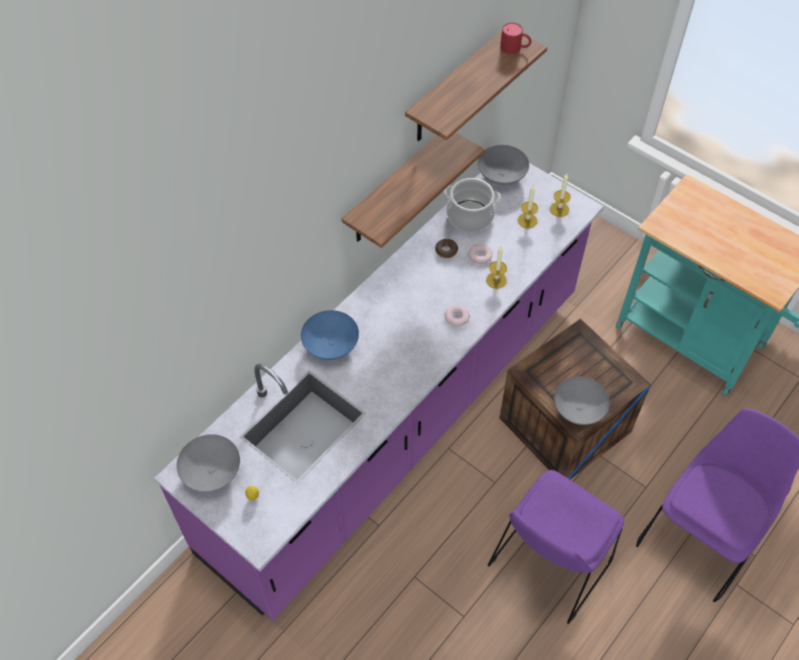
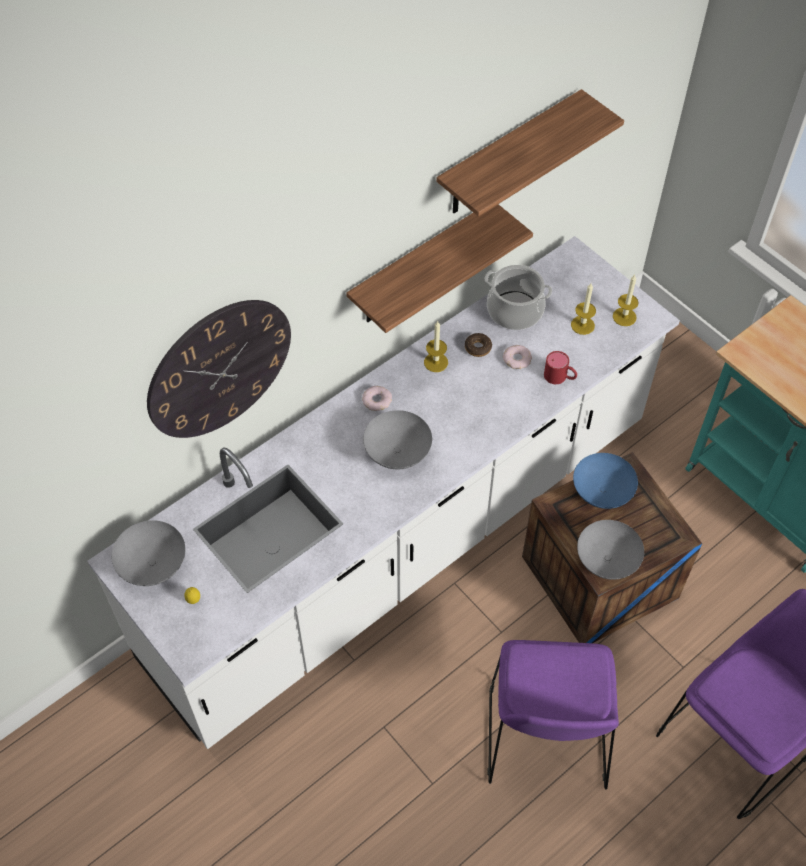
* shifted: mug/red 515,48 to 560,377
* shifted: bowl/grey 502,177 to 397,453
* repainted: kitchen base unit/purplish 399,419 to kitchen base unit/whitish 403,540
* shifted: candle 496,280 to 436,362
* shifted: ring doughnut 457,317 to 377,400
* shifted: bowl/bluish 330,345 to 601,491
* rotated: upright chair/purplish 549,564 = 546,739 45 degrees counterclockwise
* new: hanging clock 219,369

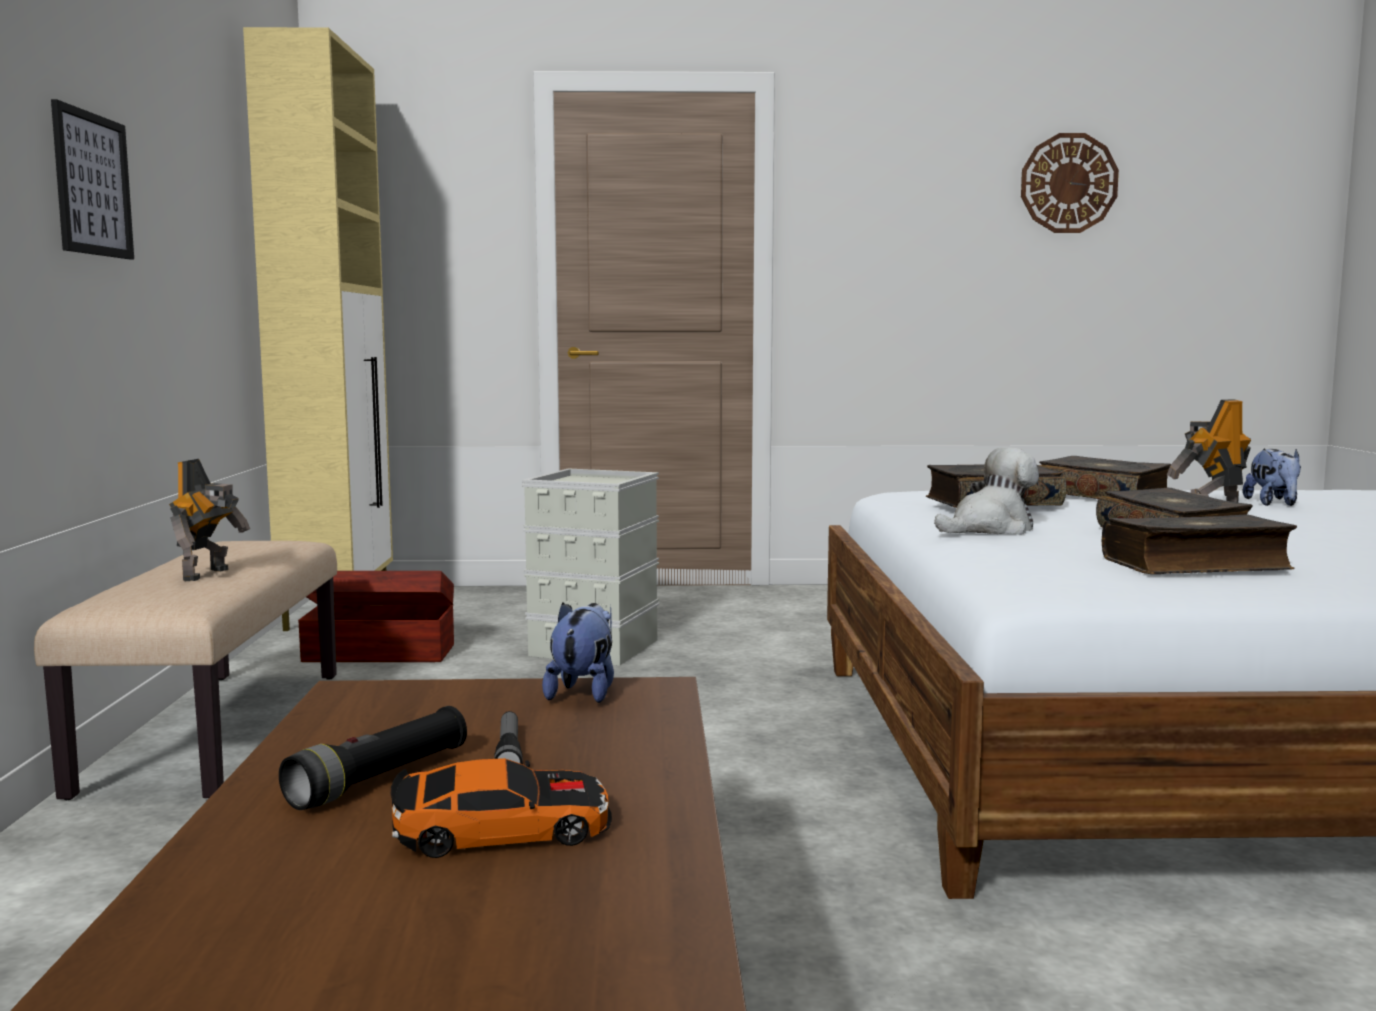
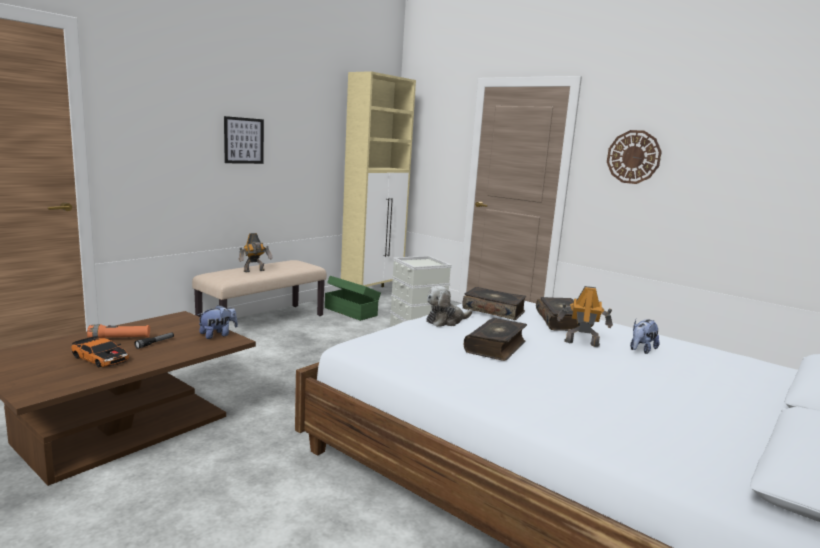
* shifted: hanging clock 1068,183 to 633,157
* rotated: cuddly toy 990,529 = 446,321 135 degrees clockwise
* gone: bound book 1196,565
* repainted: storage container/brownish 378,653 to storage container/green 351,311
* repainted: torch/blackish 380,779 to torch/orange-coloured 119,339

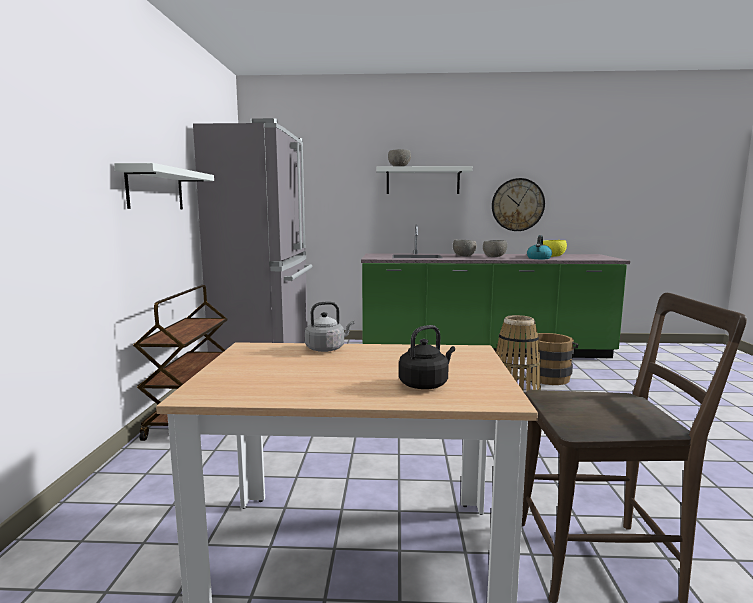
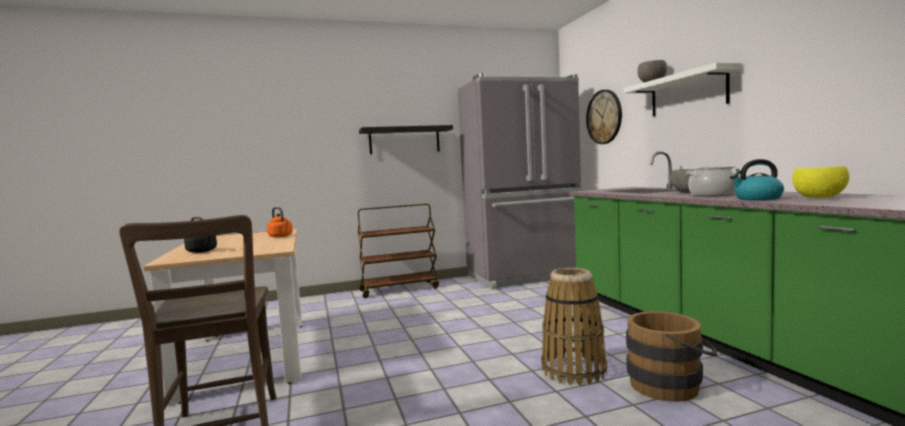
* repainted: bracket shelf/whitish 155,189 to bracket shelf/blackish 404,140
* shifted: hanging clock 517,204 to 604,117
* swapped: bowl/grey 494,257 to stockpot 713,194
* repainted: kettle/grey 327,349 to kettle/orange-coloured 281,236

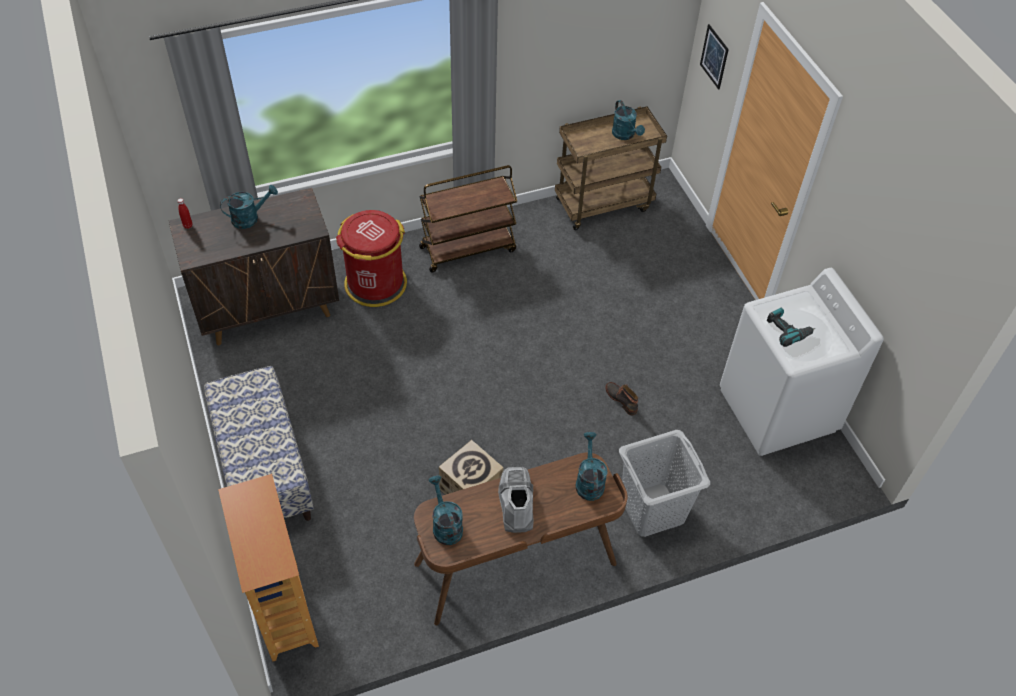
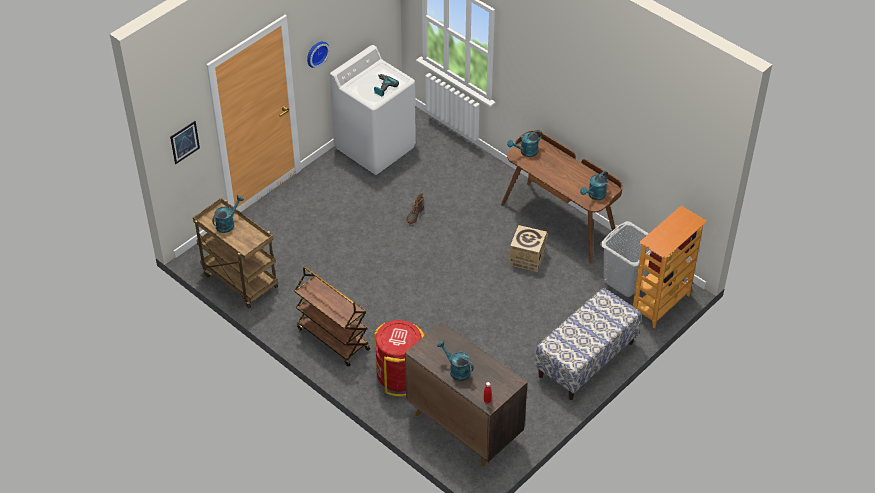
* shifted: washing basket/grey 653,510 to 625,280
* gone: tall boot/grey 516,502
* new: hanging clock 316,53

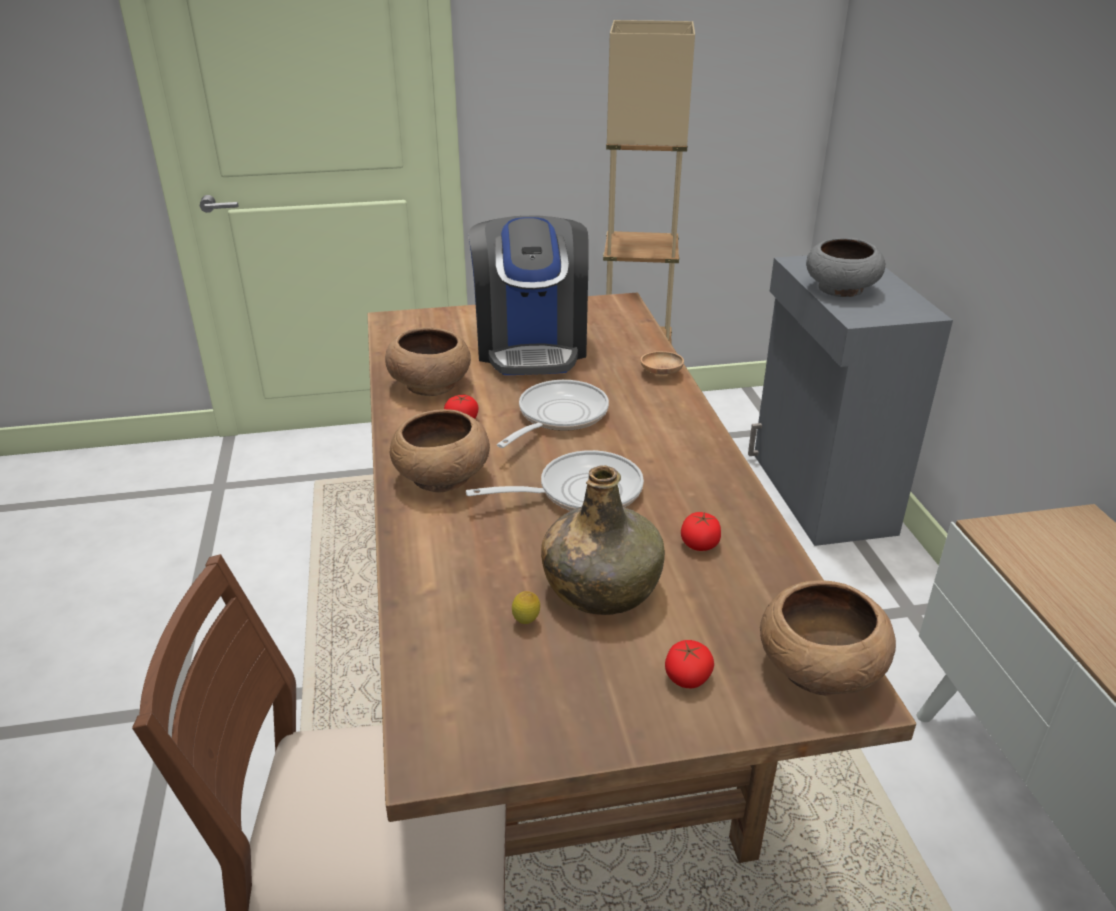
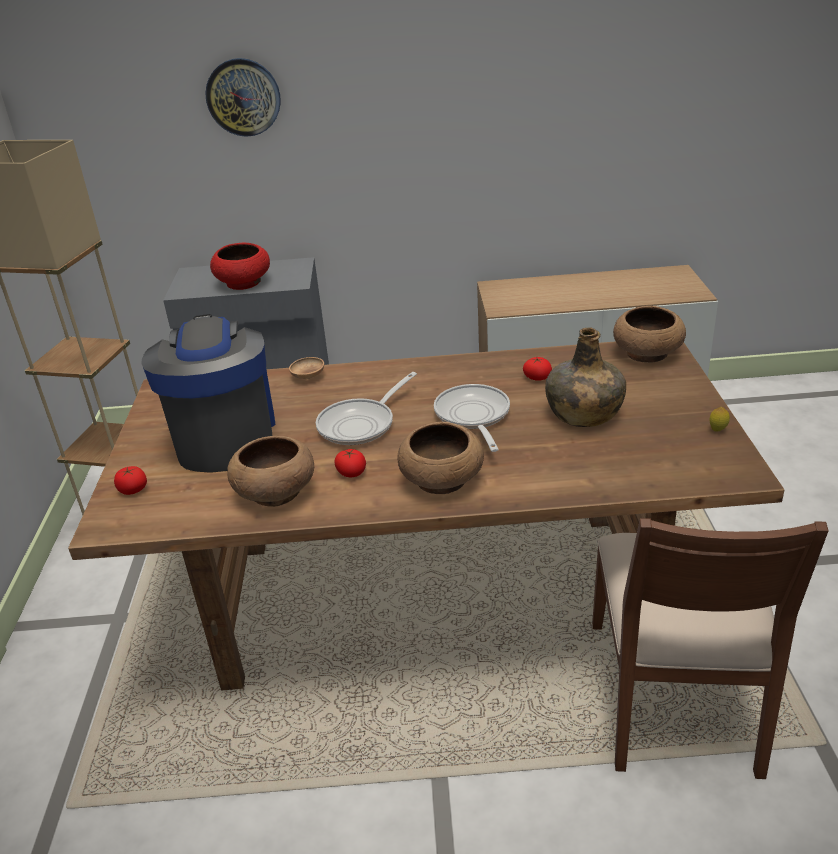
* rotated: coffee brewer 531,346 = 224,436 105 degrees counterclockwise
* repainted: bowl/grey 841,289 to bowl/red 244,283
* rotated: skillet 558,417 = 361,424 90 degrees counterclockwise
* shifted: citrus fruit 526,622 to 717,430
* shifted: fresh tomato 687,677 to 133,489
* new: hanging clock 243,97

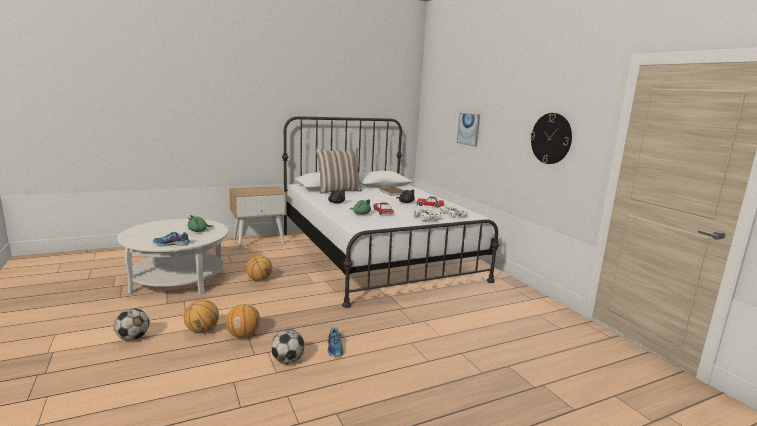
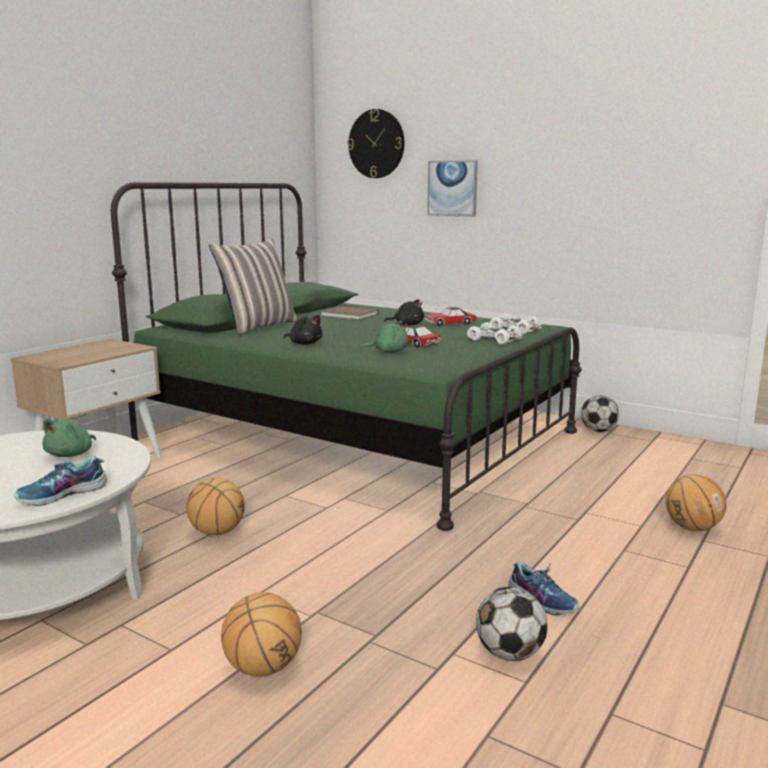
* shifted: hanging clock 551,138 to 376,144
* repainted: sleeping bed/whitish 376,255 to sleeping bed/green 355,436
* shifted: ball for basketball 243,335 to 692,528
* shifted: football ball 133,338 to 598,430

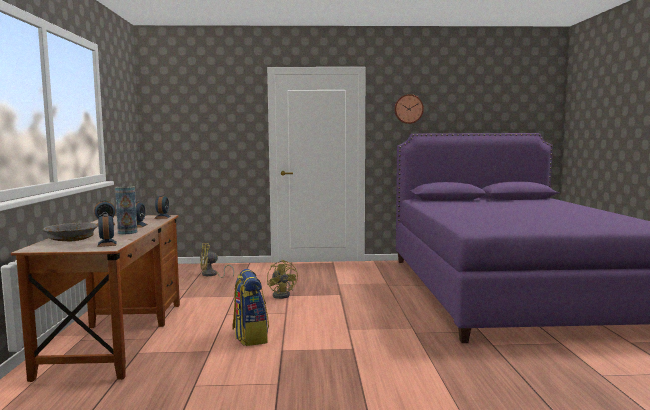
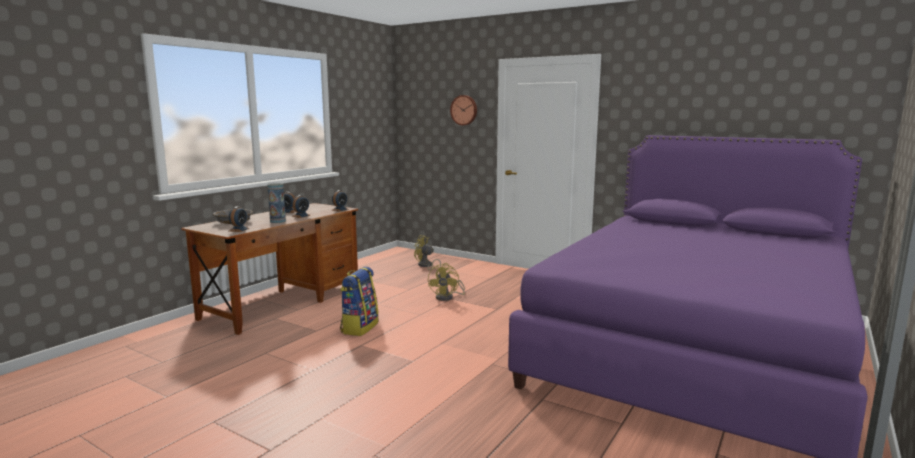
* shifted: hanging clock 408,109 to 464,110

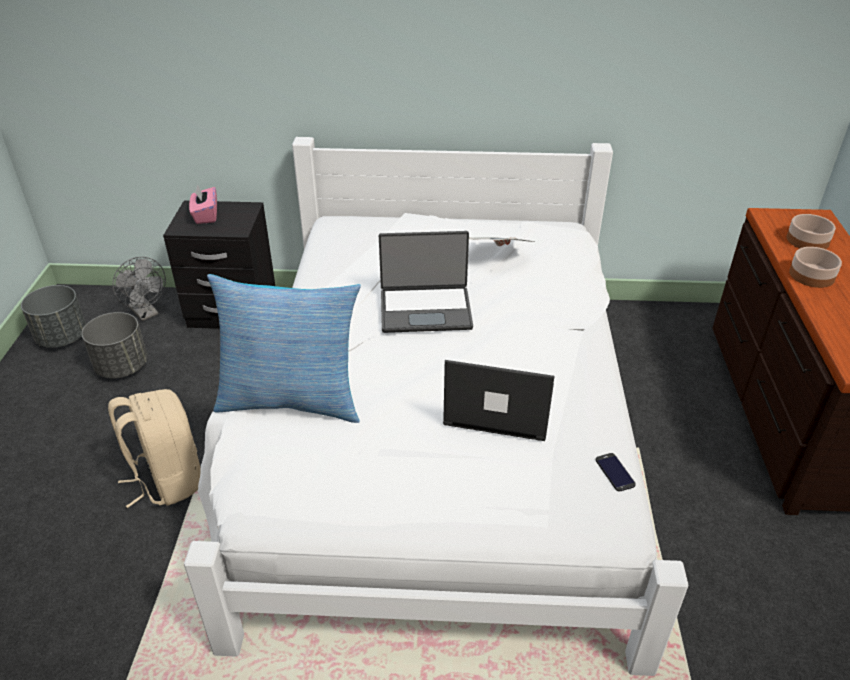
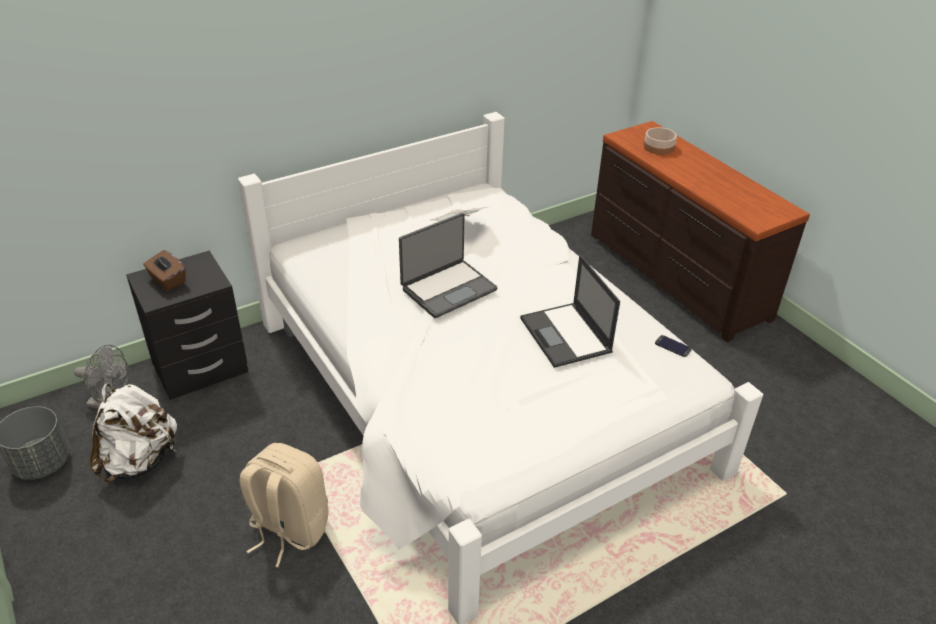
* repainted: box of tissues/pink-coloured 206,215 to box of tissues/brownish 167,280
* gone: bowl 811,275
* gone: pillow 292,400
* swapped: plant pot/grey 122,366 to backpack/whitish 140,460
* rotated: notebook computer 497,405 = 566,336 90 degrees counterclockwise

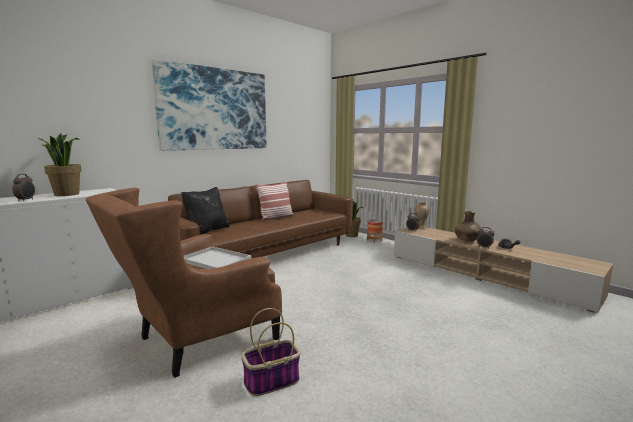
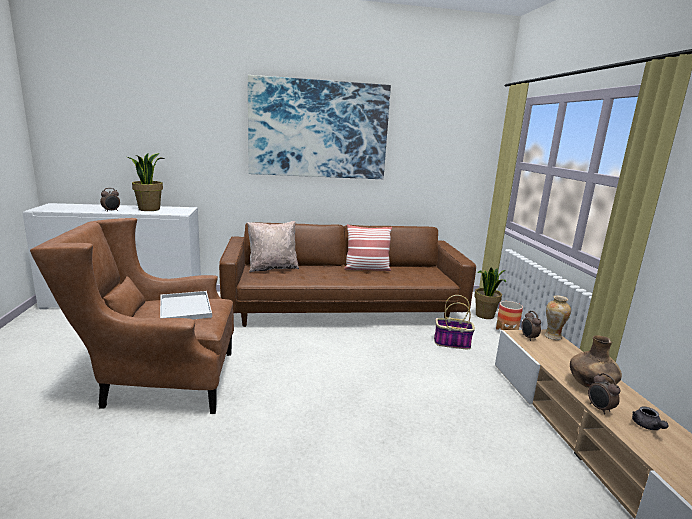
* repainted: pillow/blackish 207,231 to pillow/beige 272,268
* shifted: household basket 271,381 to 451,343

